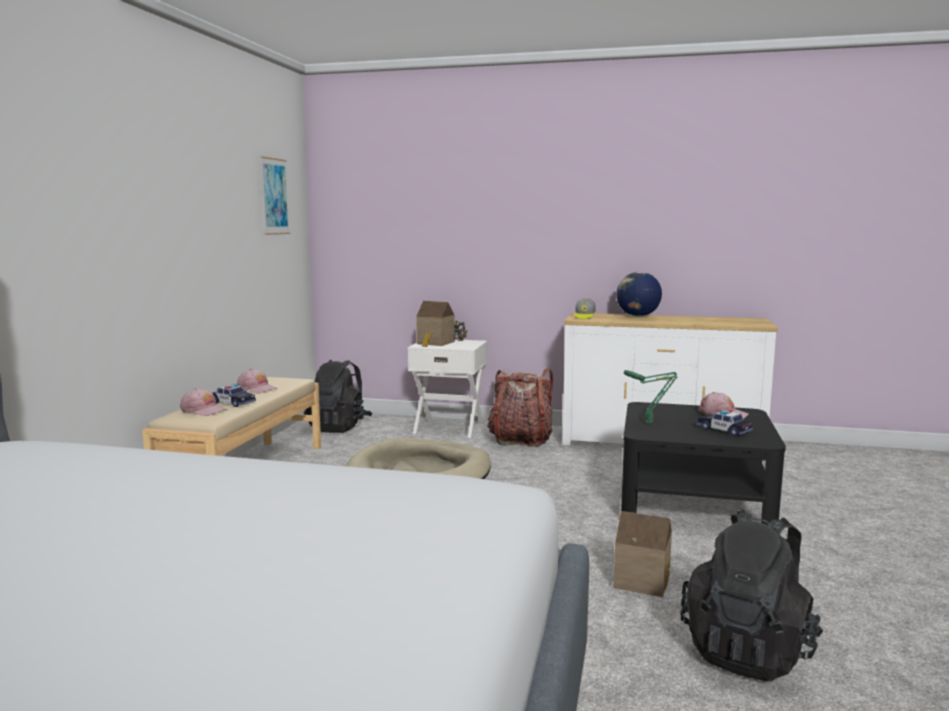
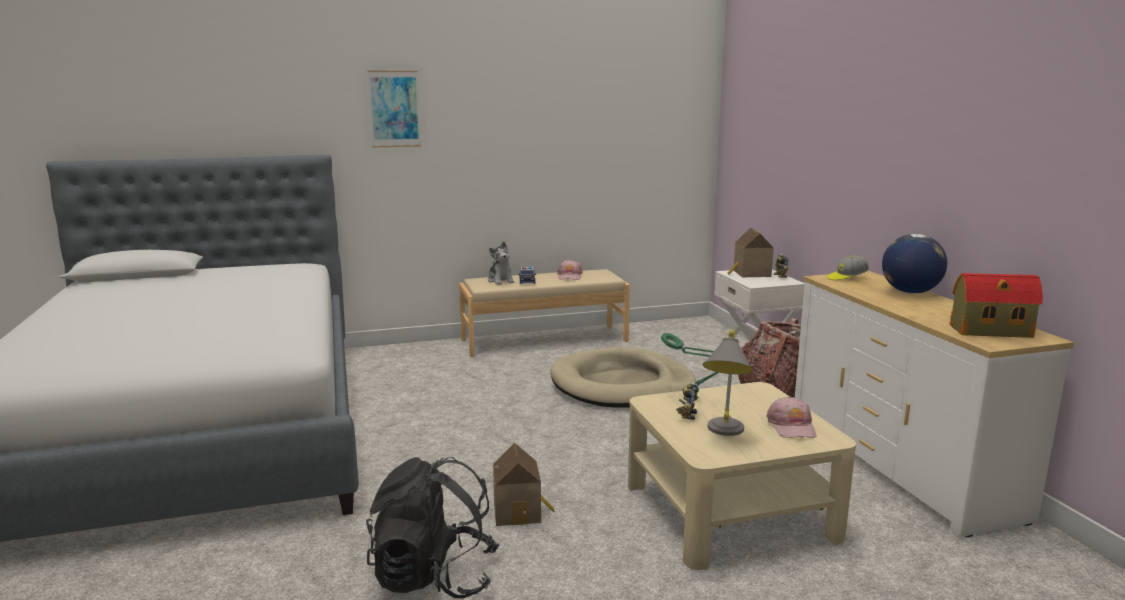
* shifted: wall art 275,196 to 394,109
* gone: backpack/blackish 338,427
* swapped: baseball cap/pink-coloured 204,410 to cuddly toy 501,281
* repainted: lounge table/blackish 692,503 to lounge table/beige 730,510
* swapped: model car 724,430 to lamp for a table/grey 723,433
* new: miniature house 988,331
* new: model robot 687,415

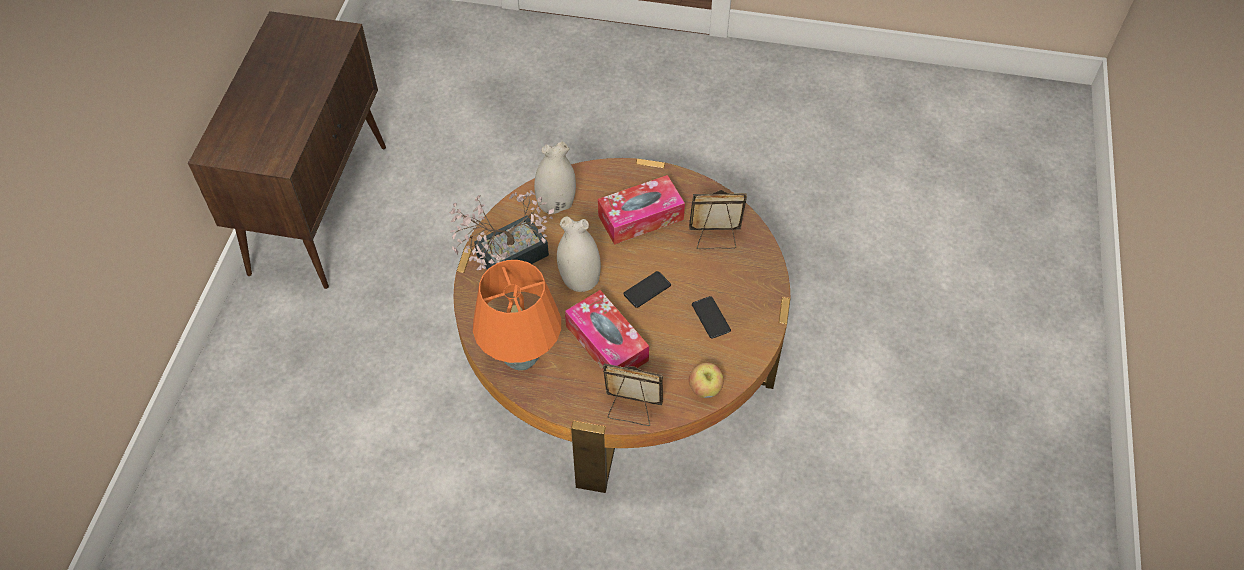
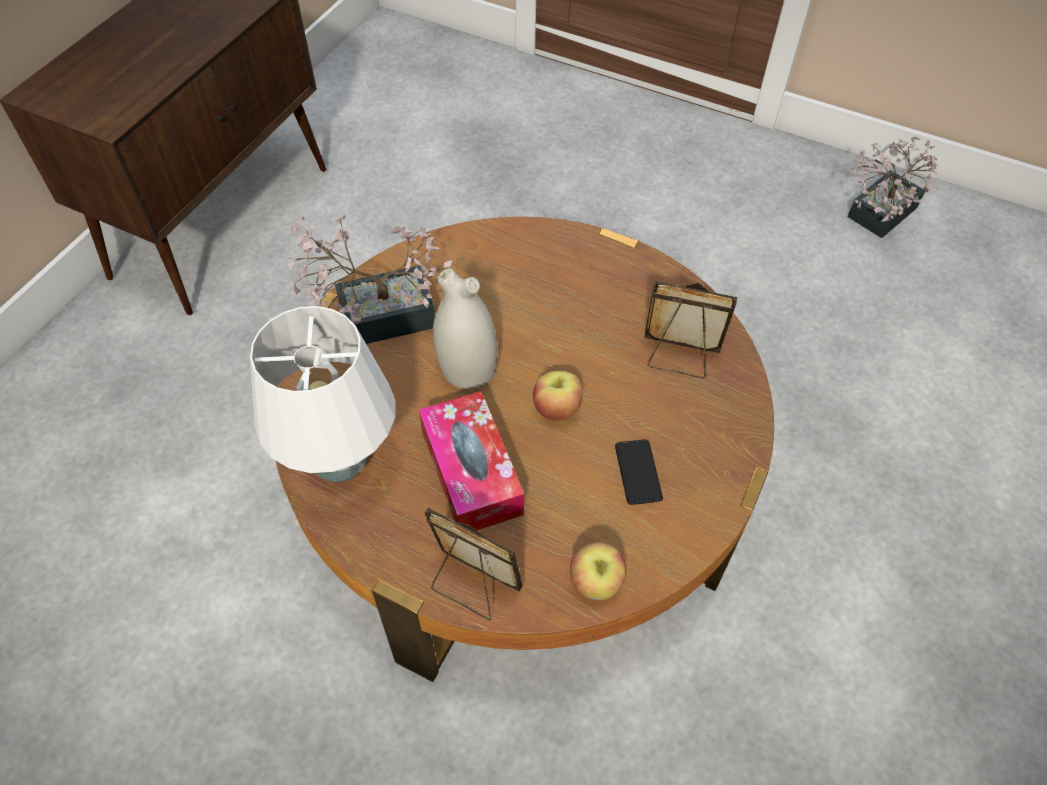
* gone: flower vase/whitish 556,202
* gone: box of tissues 640,217
* repainted: lamp for a table/orange-coloured 521,360 to lamp for a table/whitish 341,466
* swapped: handset 647,290 to whole apple 556,408
* new: houseplant 876,216

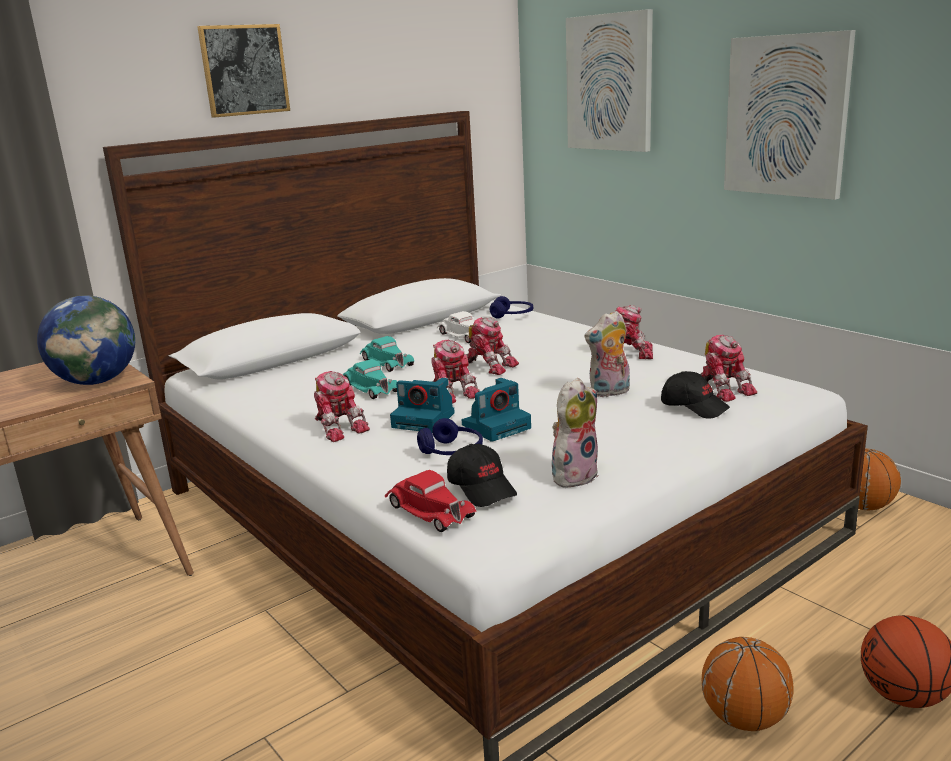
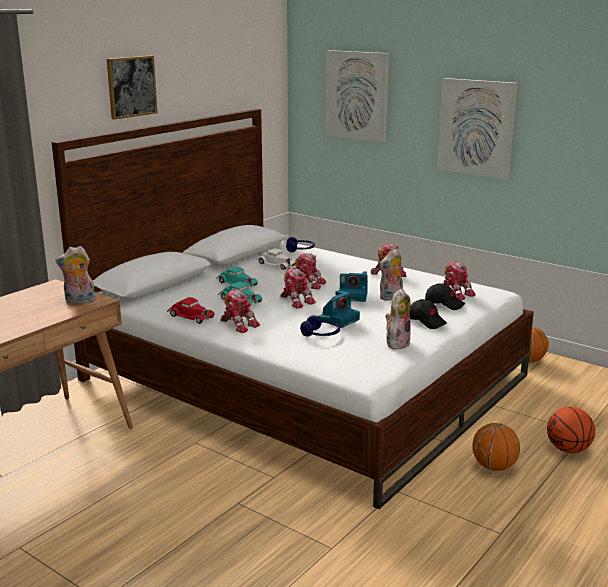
* swapped: world globe 97,381 to cuddly toy 79,301
* shifted: still camera 425,420 to 354,296
* shifted: baseball cap/blackish 482,488 to 427,321
* shifted: model car/red 429,510 to 190,316

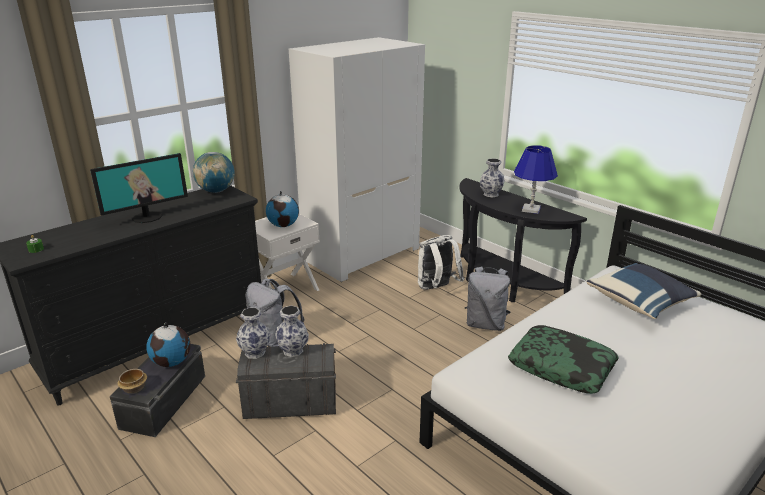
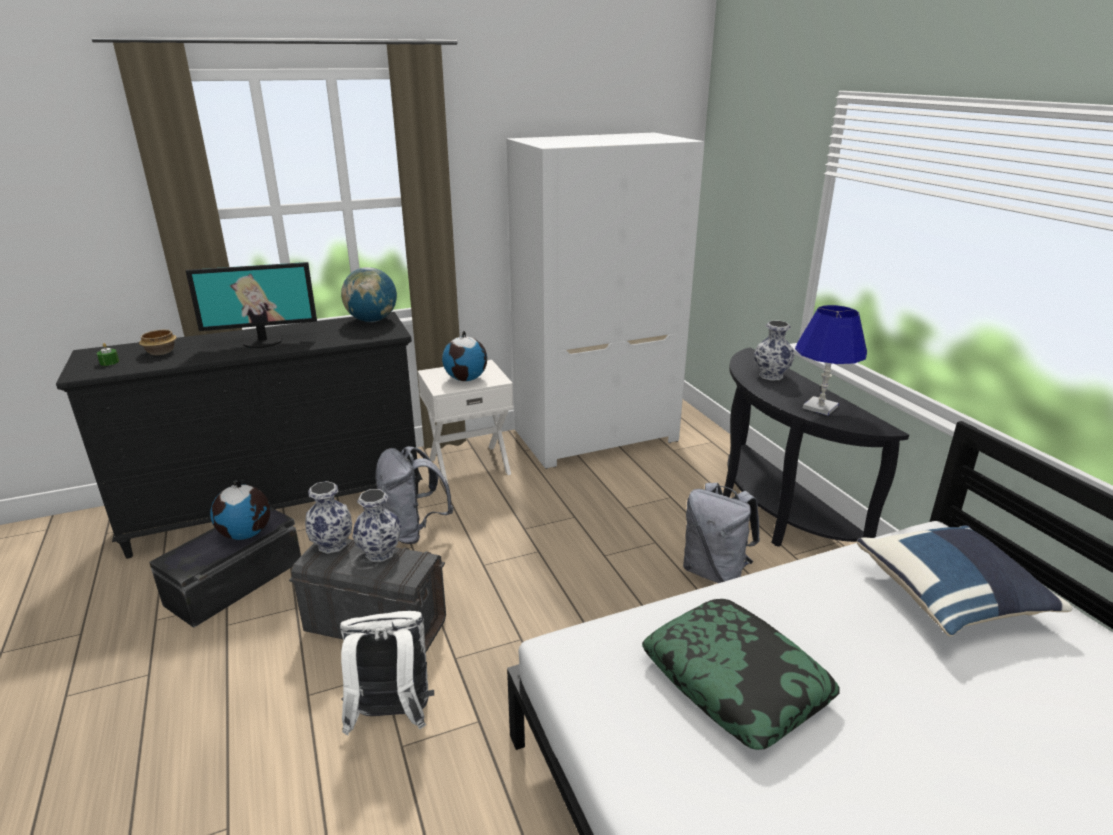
* shifted: backpack/whitish 437,288 to 391,716
* shifted: bowl 134,389 to 160,352

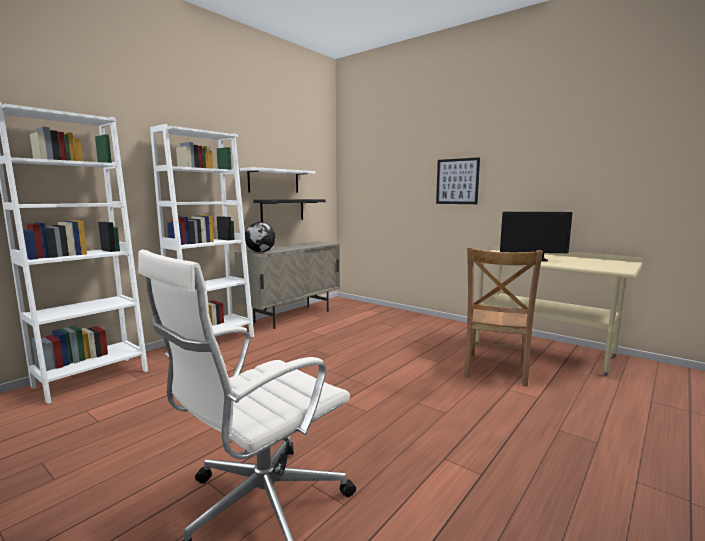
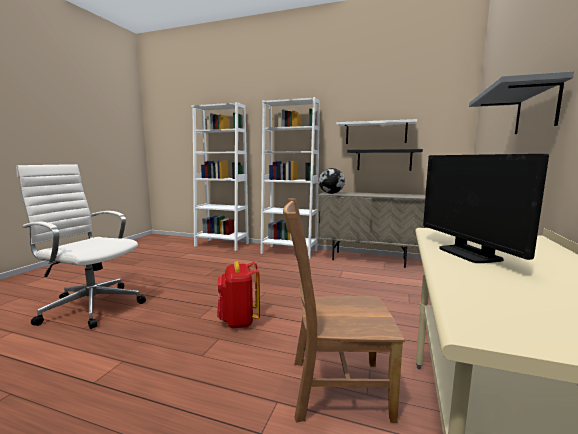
* swapped: wall art 457,181 to bracket shelf/grey 536,109
* new: backpack/red 238,321

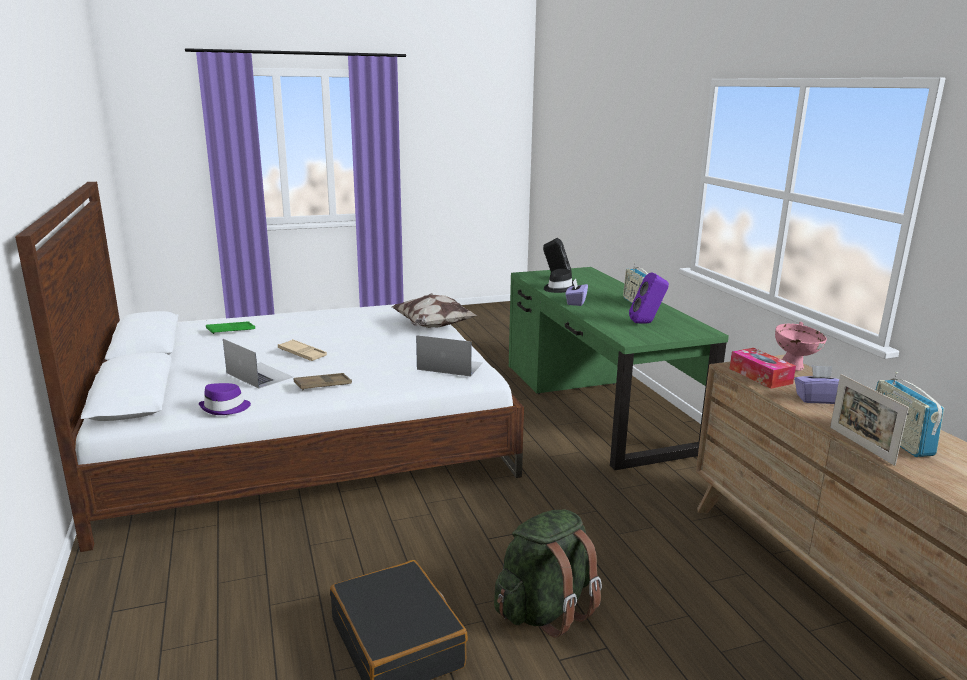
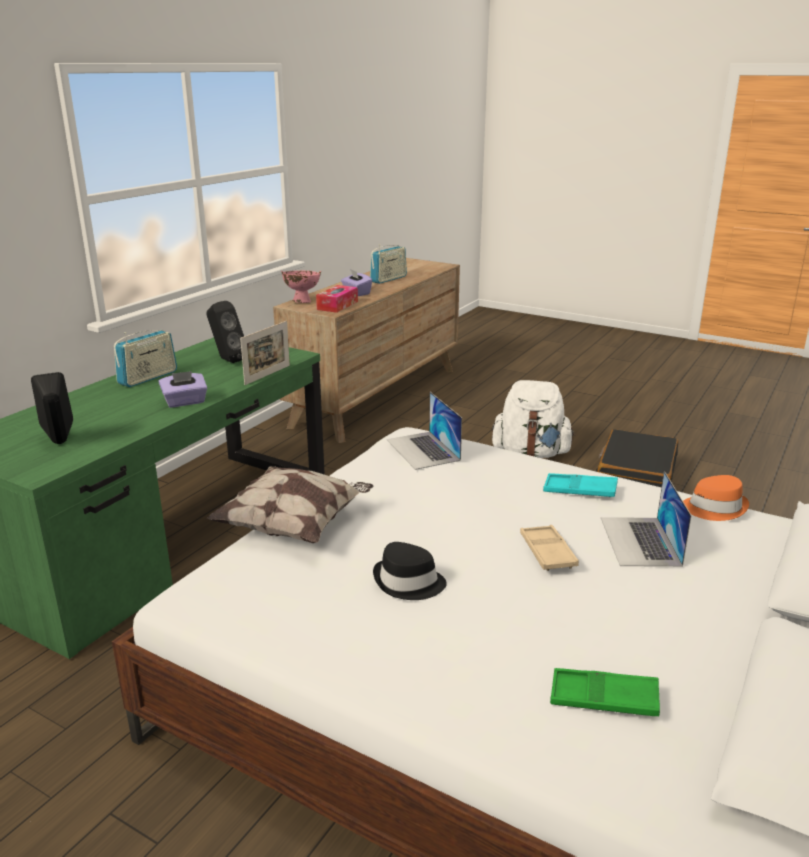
* shifted: hat/blackish 558,288 to 408,583
* repainted: audio speaker/purplish 647,323 to audio speaker/blackish 227,360
* repainted: carrying tray/brownish 323,385 to carrying tray/turquoise-coloured 580,490
* shifted: standing frame 861,445 to 267,375
* repainted: hat/purplish 225,408 to hat/orange-coloured 714,508
* repainted: backpack/green 545,610 to backpack/whitish 531,453

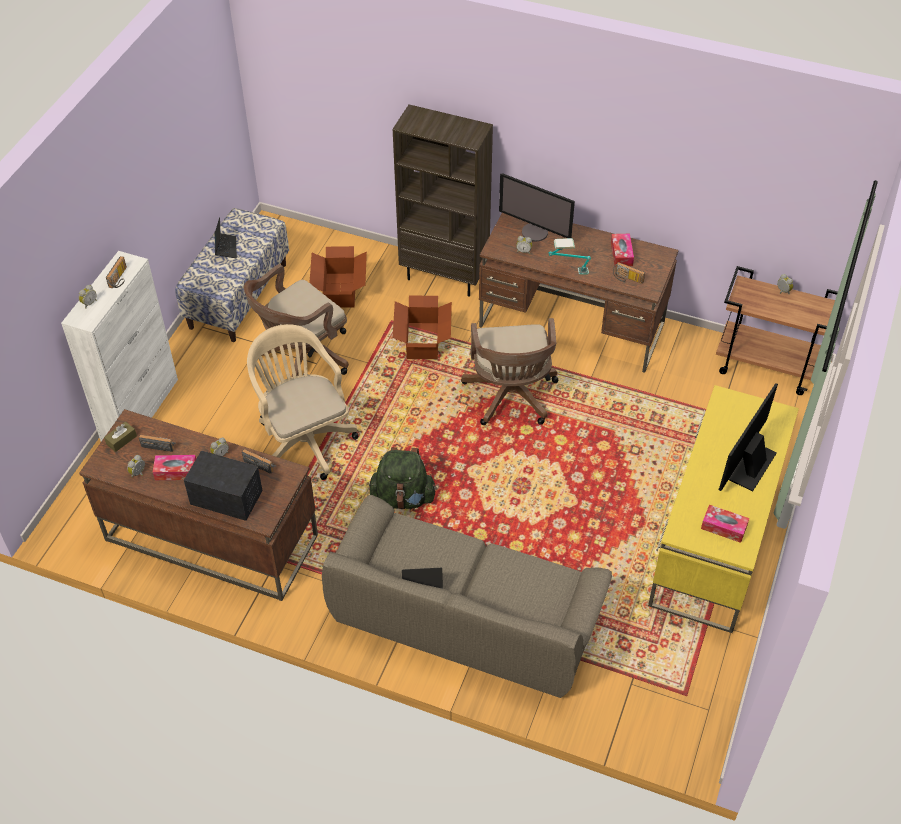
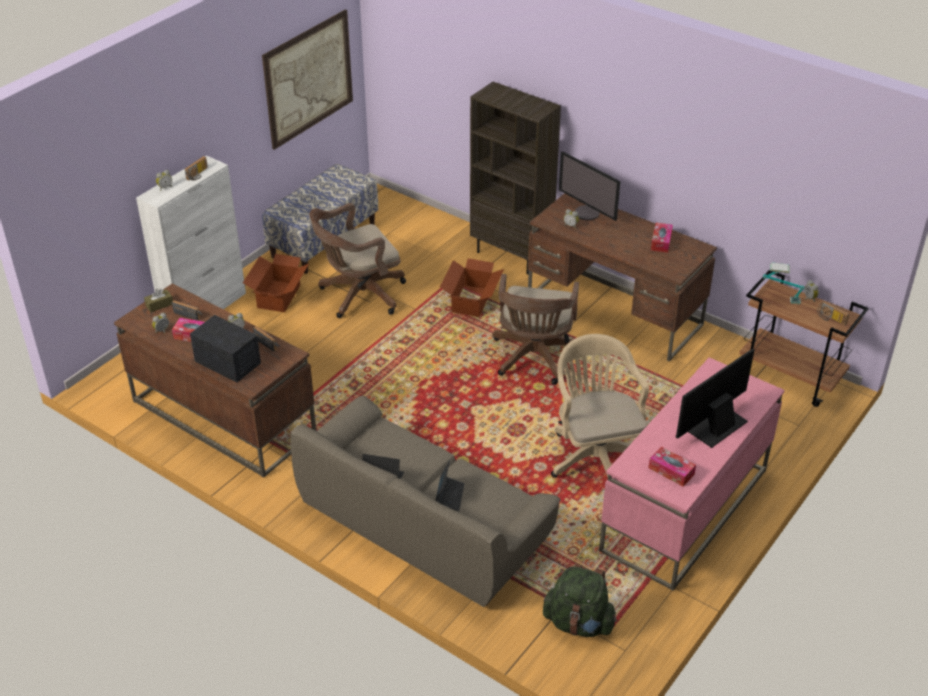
* shifted: notebook computer 226,248 to 449,496
* shifted: lamp for a table 568,272 to 780,299
* shifted: packing box 339,291 to 278,296
* shifted: radio receiver 627,279 to 830,319
* shifted: office chair/beige 303,438 to 595,455
* repainted: desk/yellow-coloured 714,541 to desk/pink-coloured 684,510
* shifted: backpack/green 403,497 to 578,623
* new: wall art 308,78

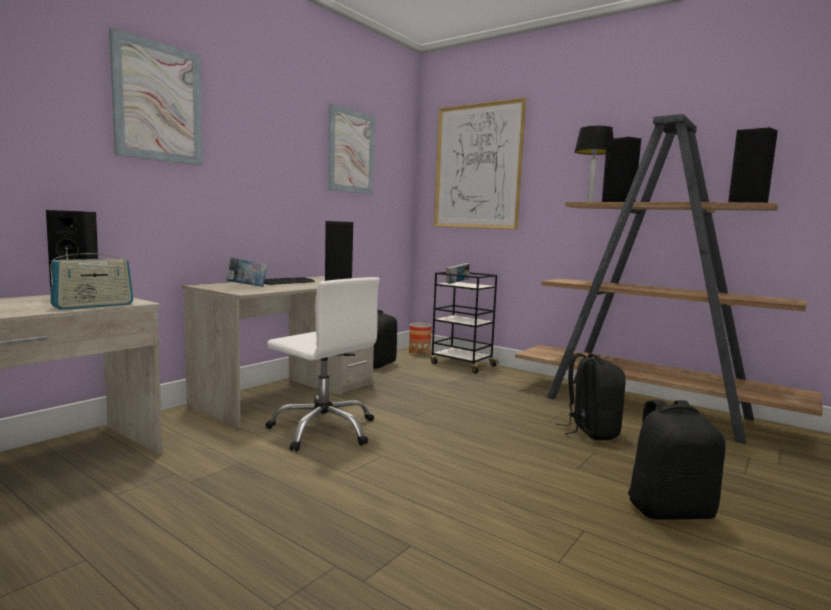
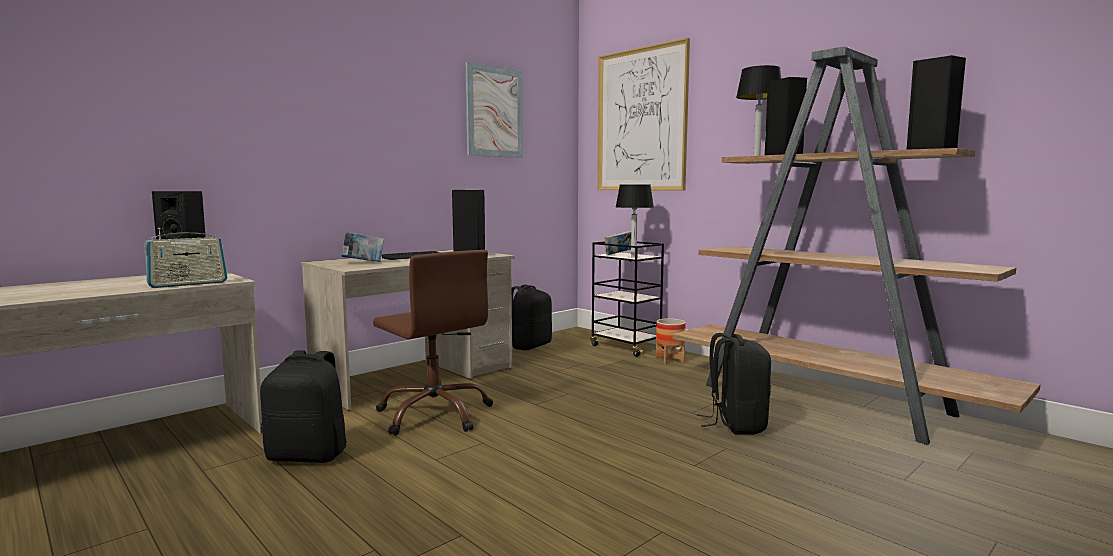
* gone: wall art 158,102
* repainted: office chair/whitish 324,430 to office chair/brownish 435,414
* shifted: plant pot 419,354 to 669,360
* shifted: backpack/blackish 669,510 to 308,455
* new: lamp for a table 634,257

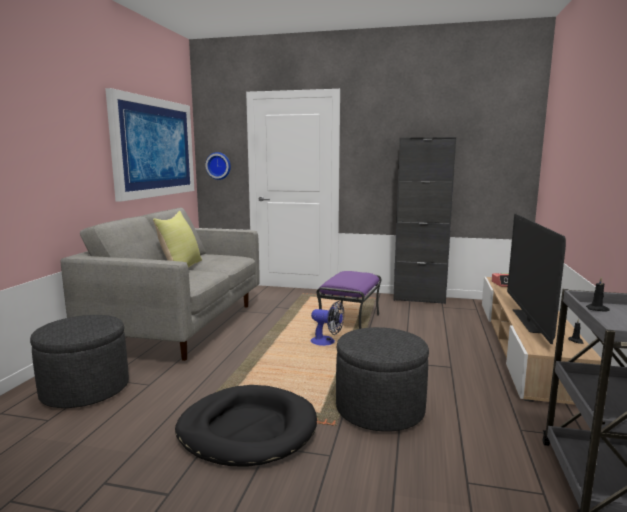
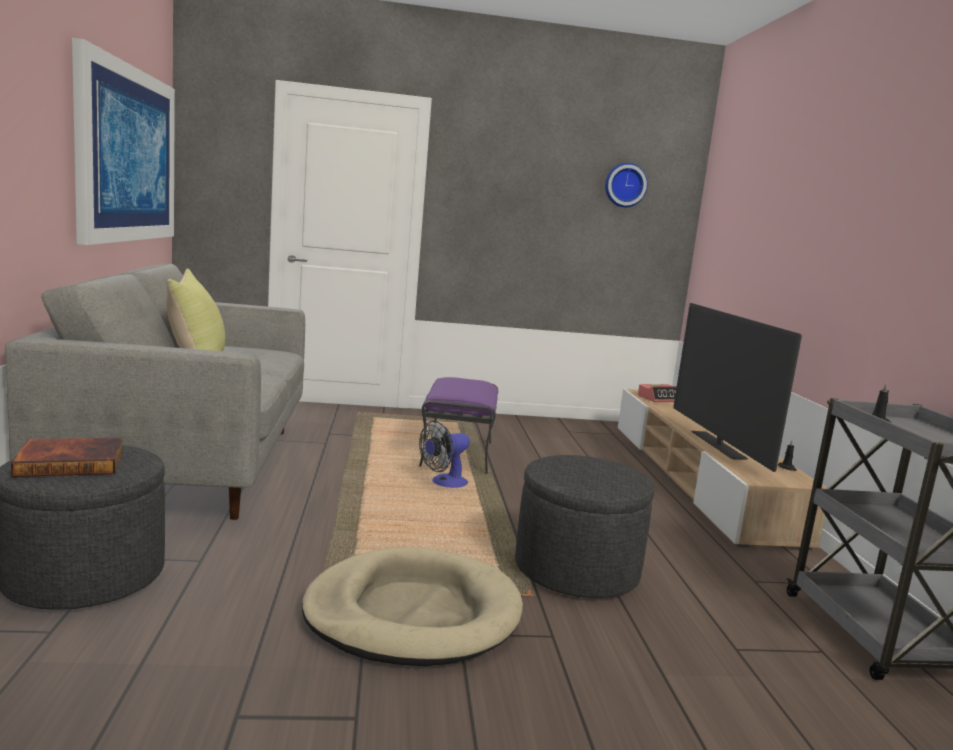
* gone: cabinet/blackish 419,299
* shifted: hanging clock 219,166 to 625,185
* rotated: fan 327,342 = 444,483 135 degrees clockwise
* repainted: pet bed/blackish 247,429 to pet bed/beige 412,613
* new: bound book 72,462

